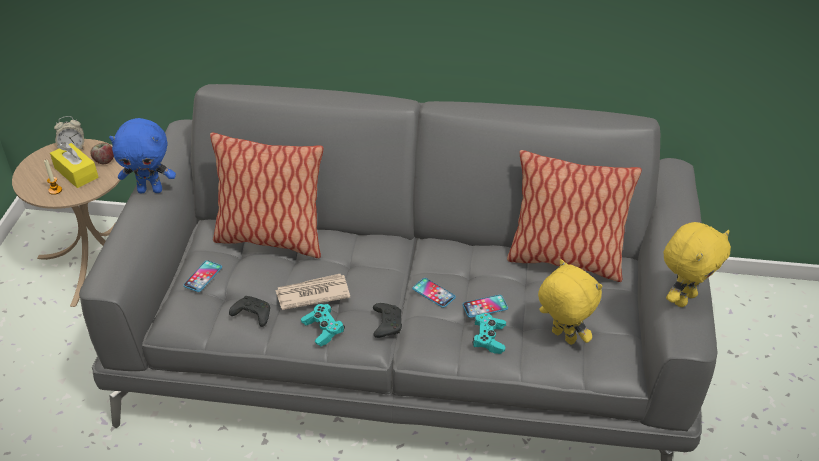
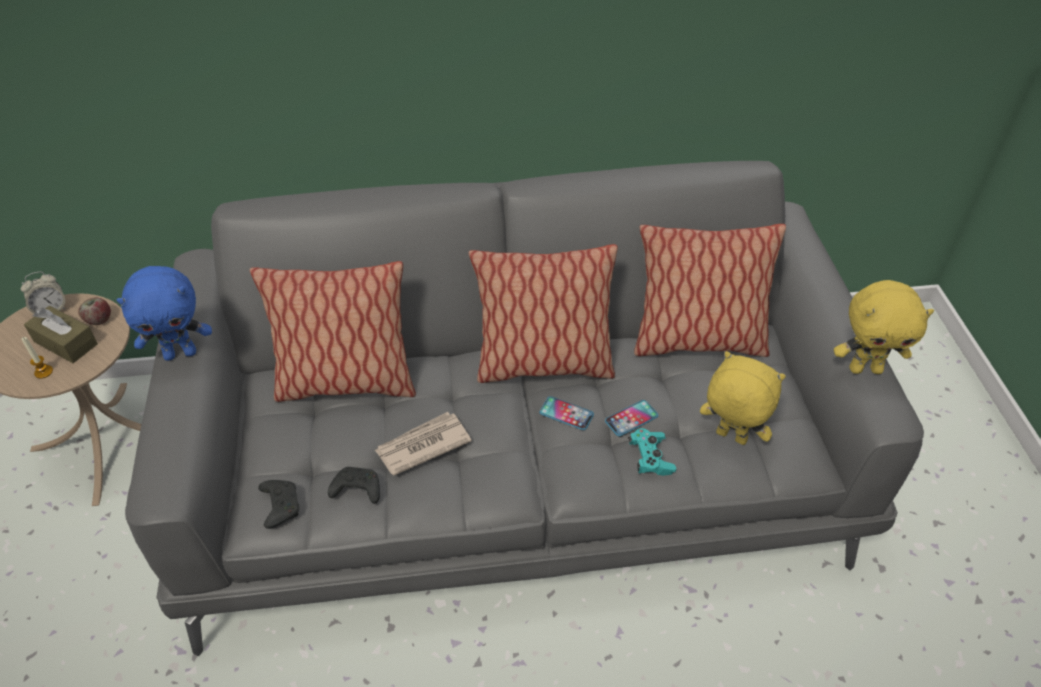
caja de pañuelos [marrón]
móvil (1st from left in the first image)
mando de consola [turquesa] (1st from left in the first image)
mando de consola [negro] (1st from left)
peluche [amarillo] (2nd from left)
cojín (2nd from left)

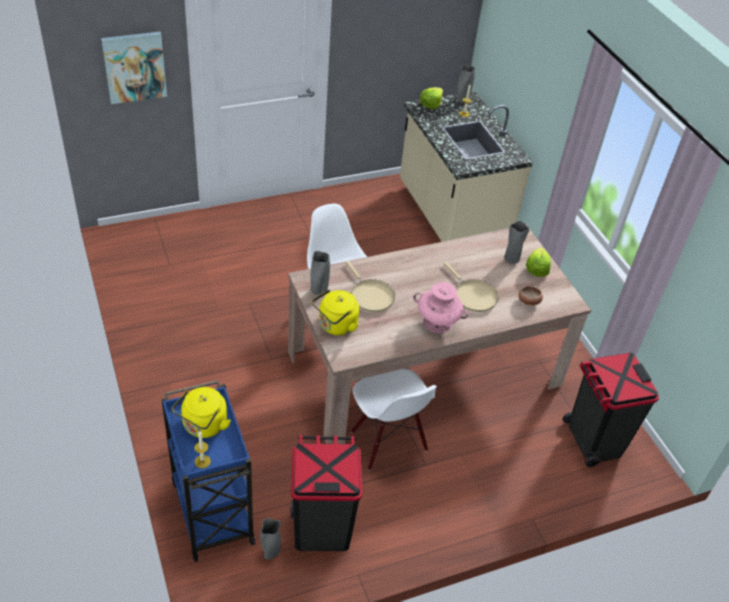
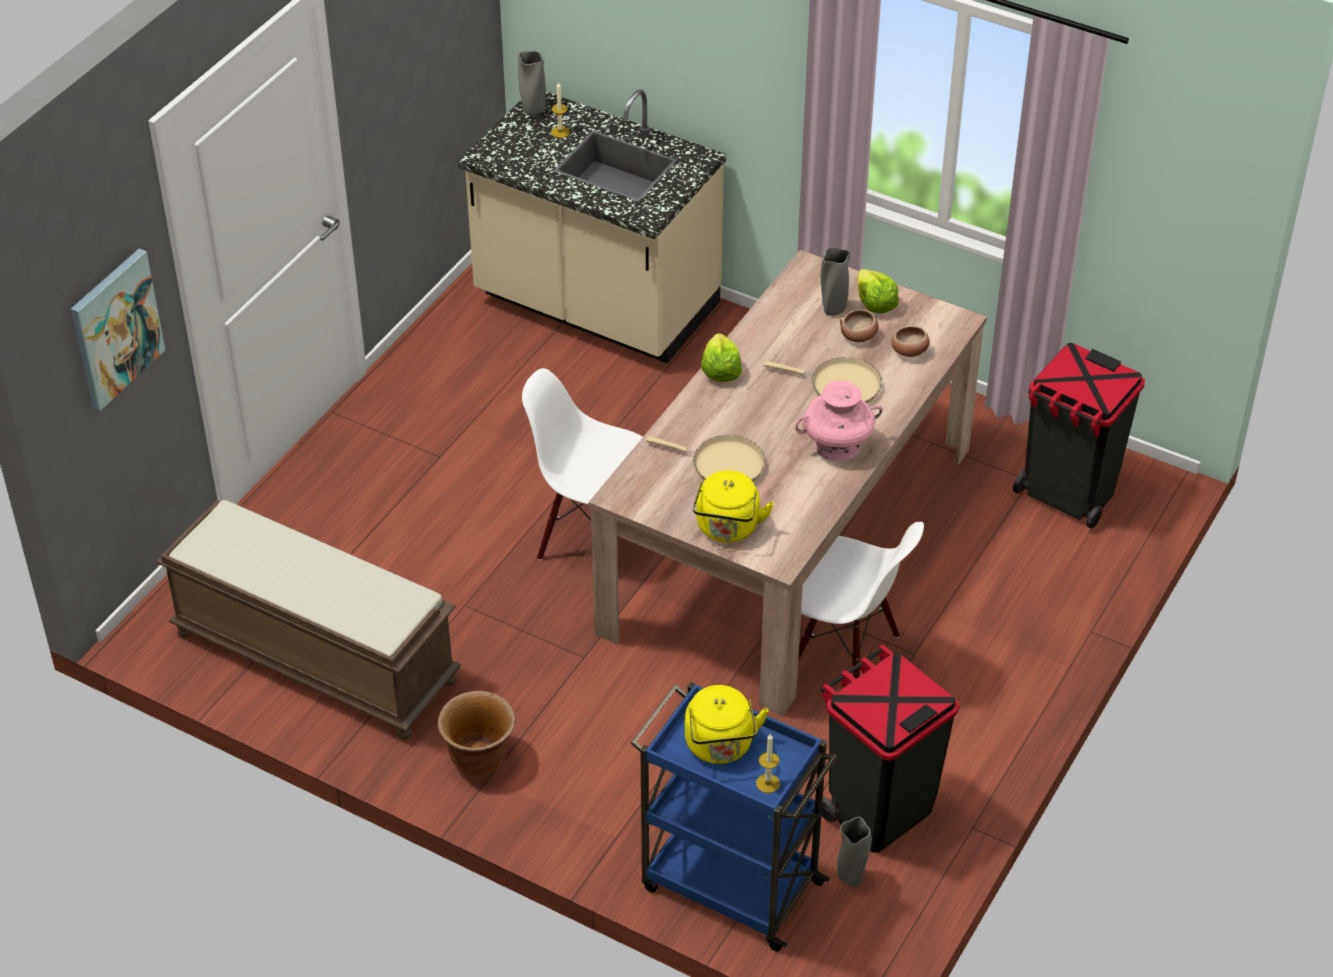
florero [gris] (2nd from left in the first image)
lechuga (1st from left)
banco [marrón]
maceta [marrón]
cuenco (1st from left)

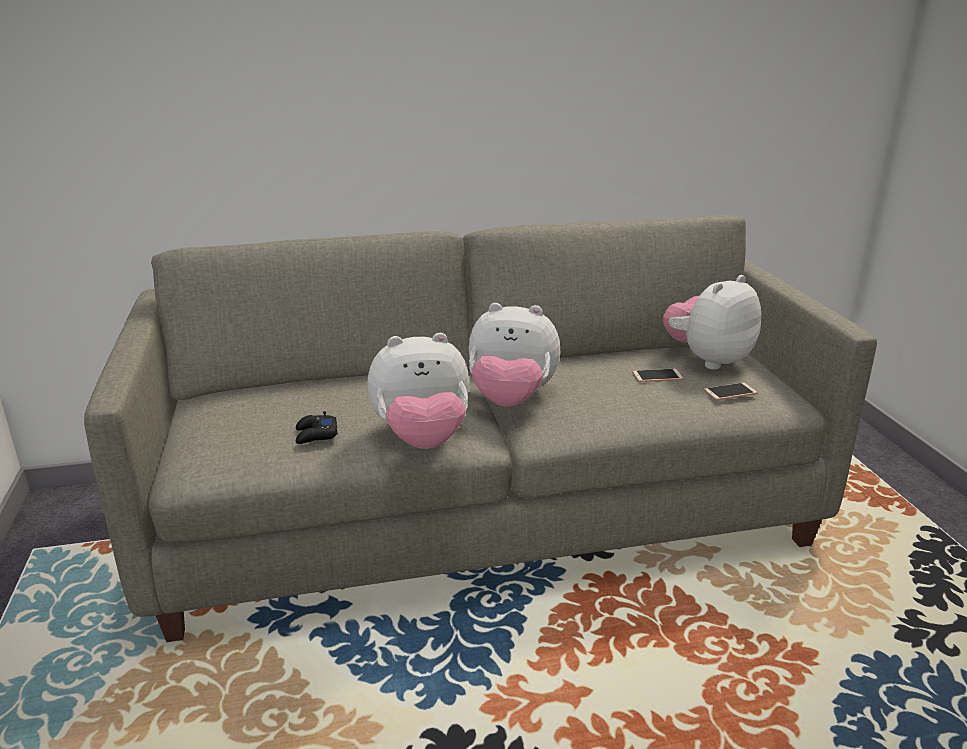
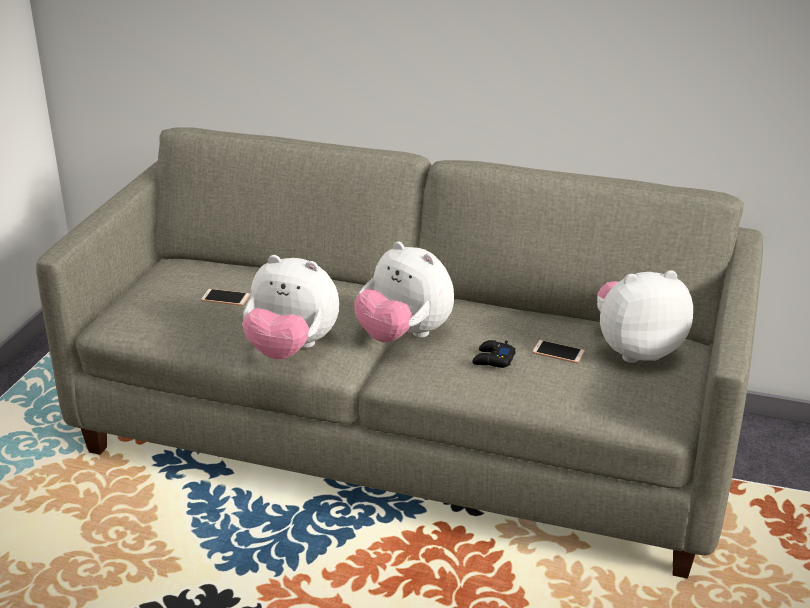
mando de consola [negro]
móvil (1st from left)

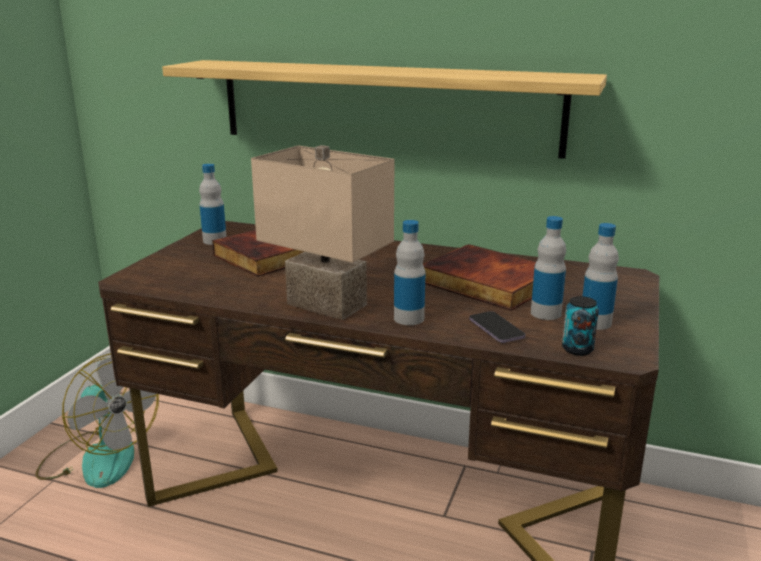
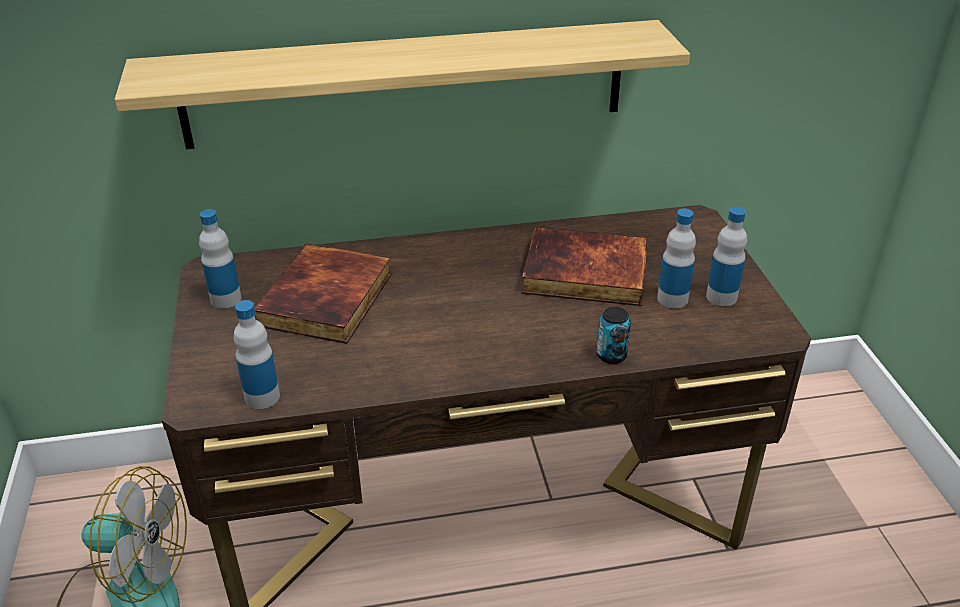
lámpara de mesa [beis]
botella (2nd from left)
móvil
lata

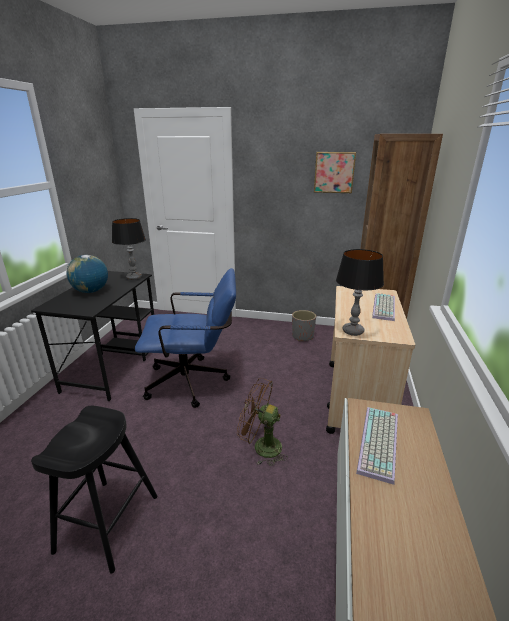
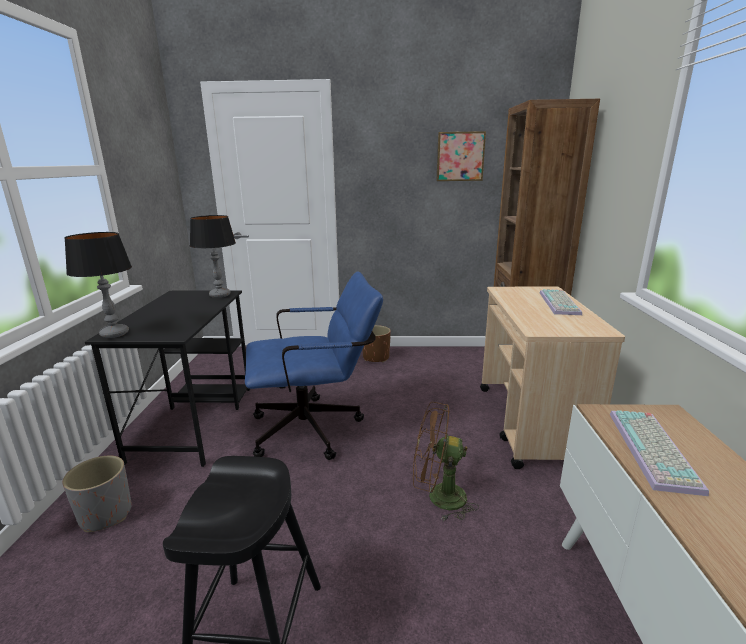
globo terráqueo
maceta [gris]
lámpara de mesa (1st from left)
maceta [marrón]

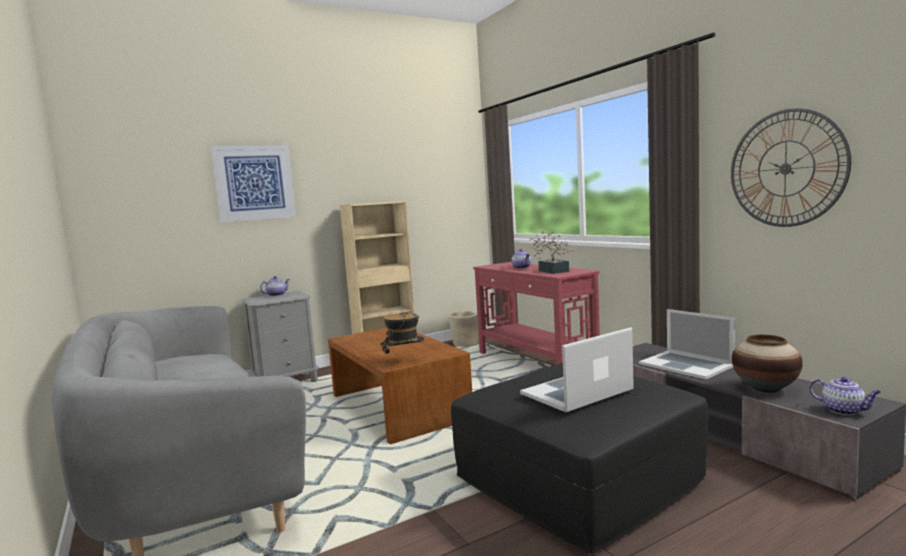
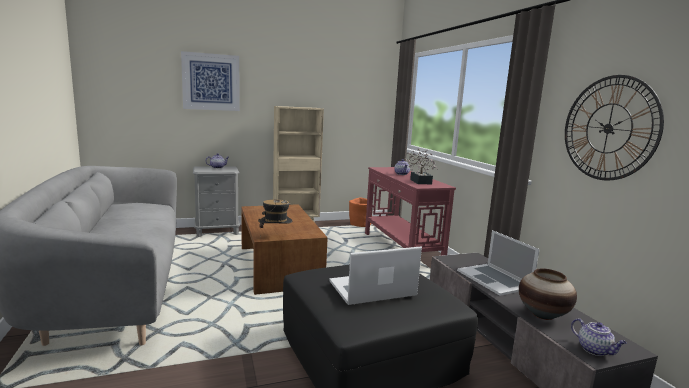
maceta [naranja]

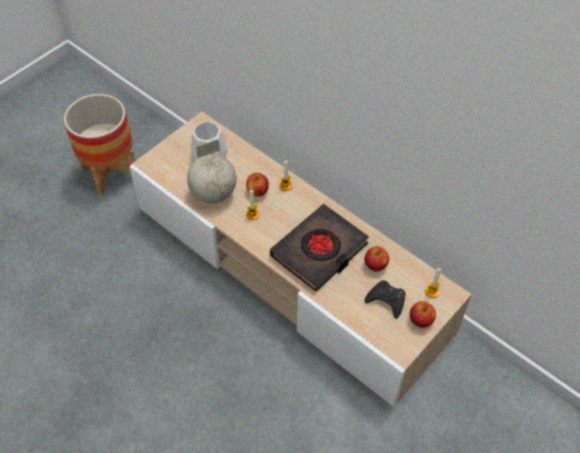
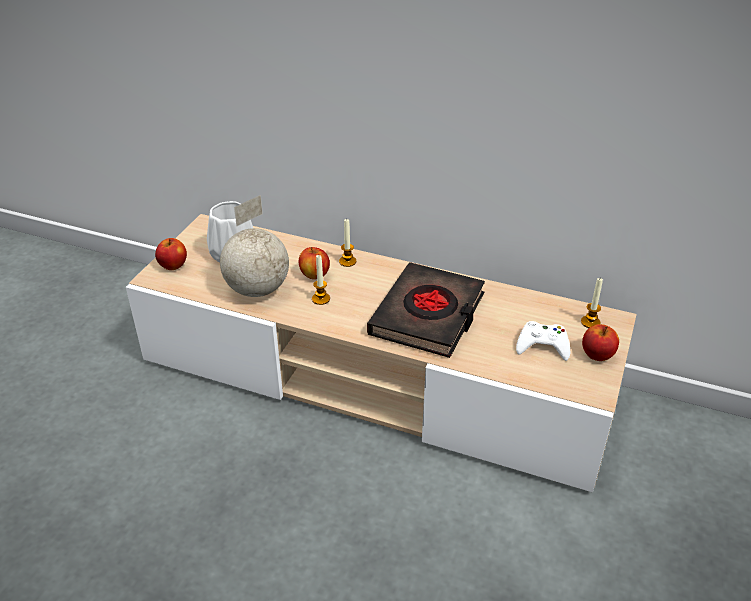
maceta
manzana (1st from left)
mando de consola [blanco]

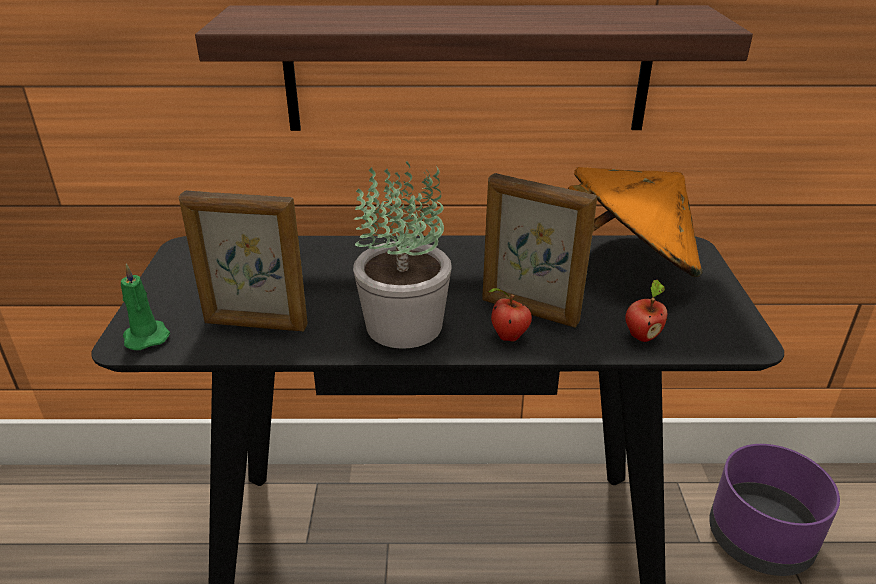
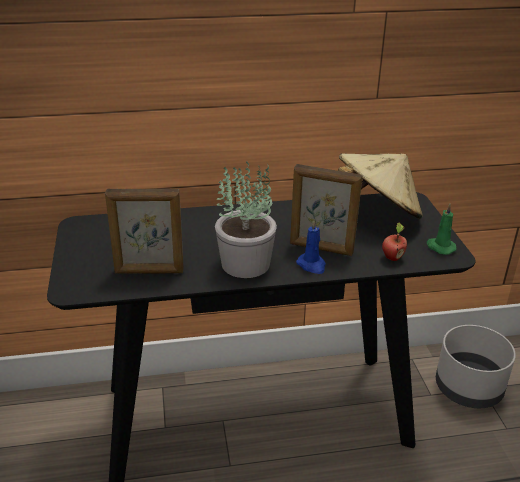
vela [verde]
estante
vela [azul]
sombrero [beis]
maceta [gris]

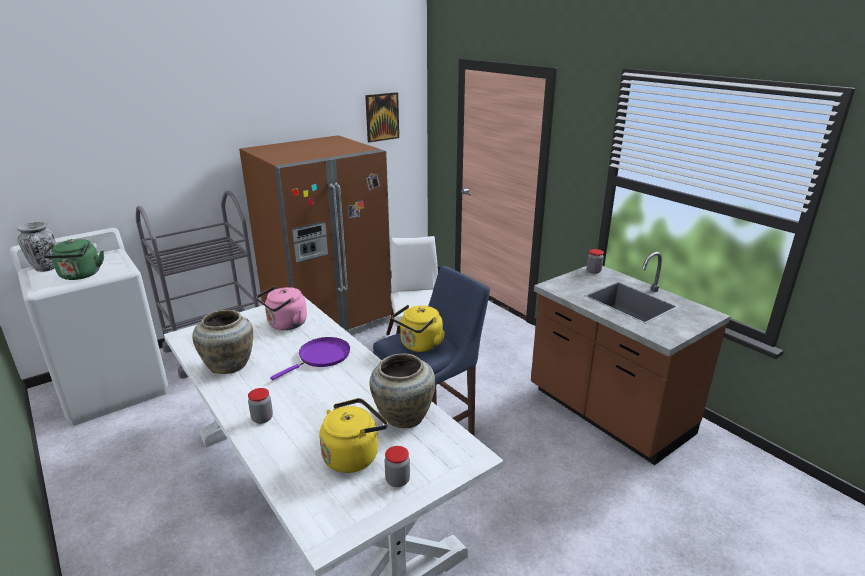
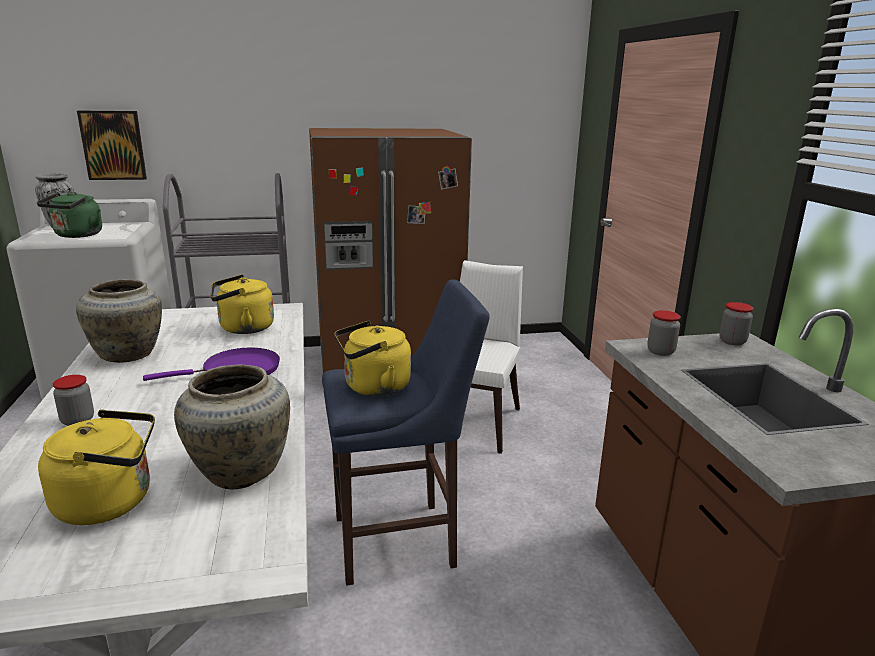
hervidor [amarillo] (2nd from left)
cuadro
tarro (2nd from left)

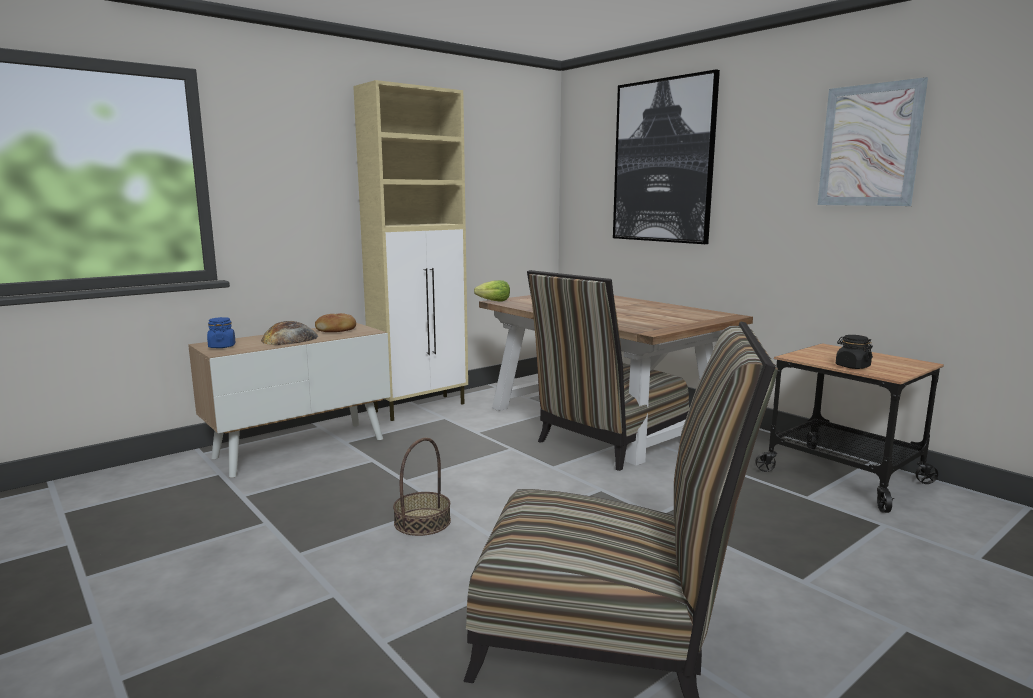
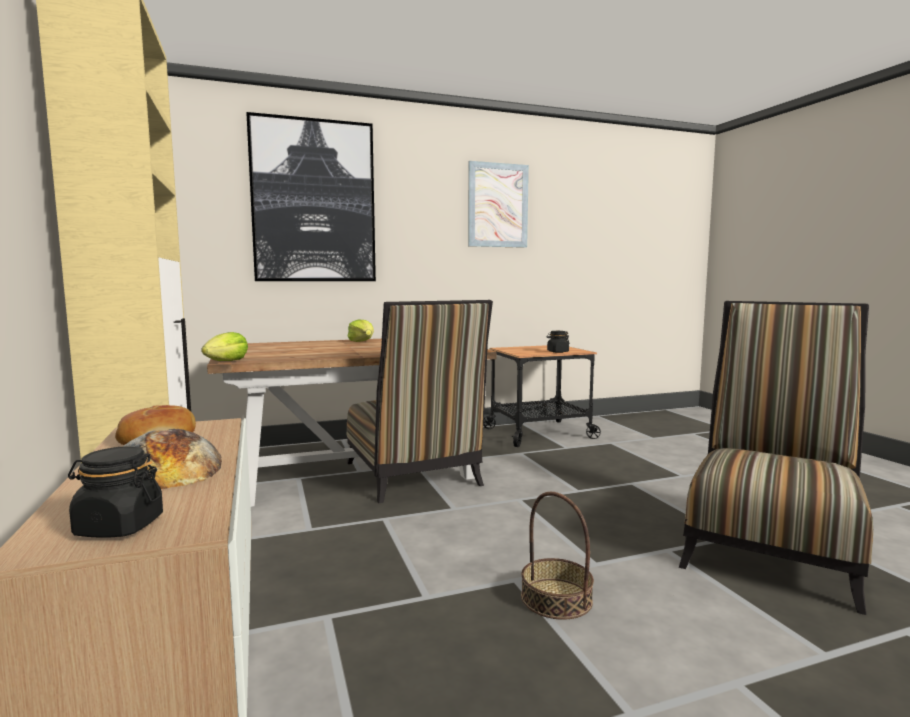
tarro [negro] (1st from left)
lechuga (2nd from left)

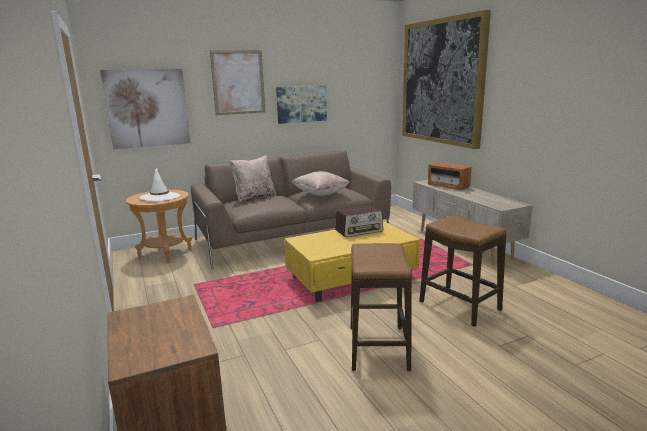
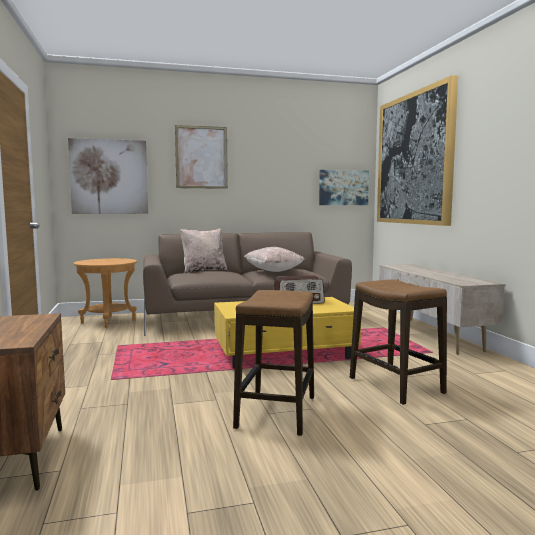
sombrero [blanco]
cuadro (3rd from left)
radio (2nd from left in the first image)

